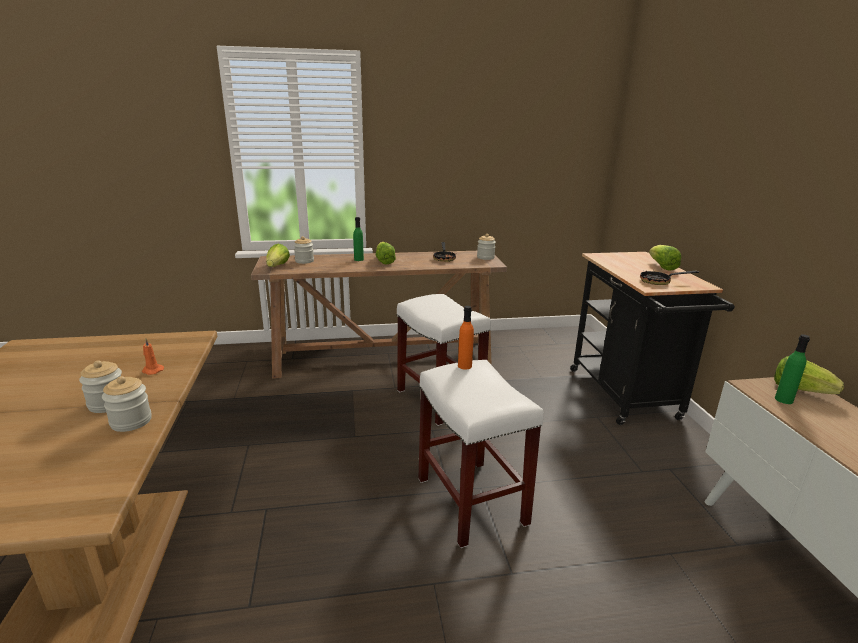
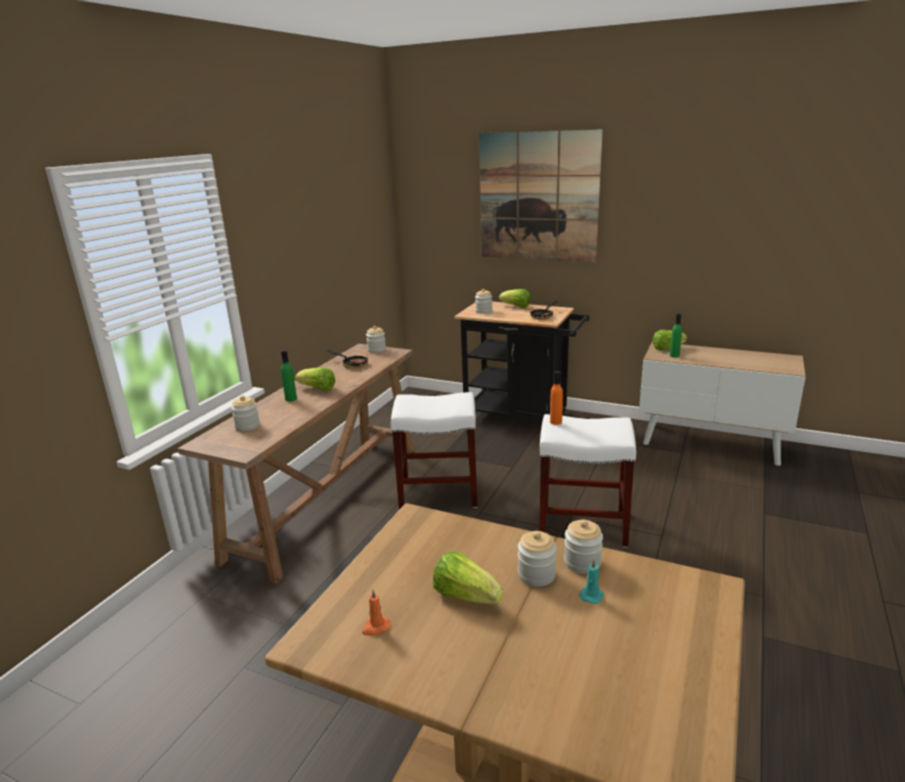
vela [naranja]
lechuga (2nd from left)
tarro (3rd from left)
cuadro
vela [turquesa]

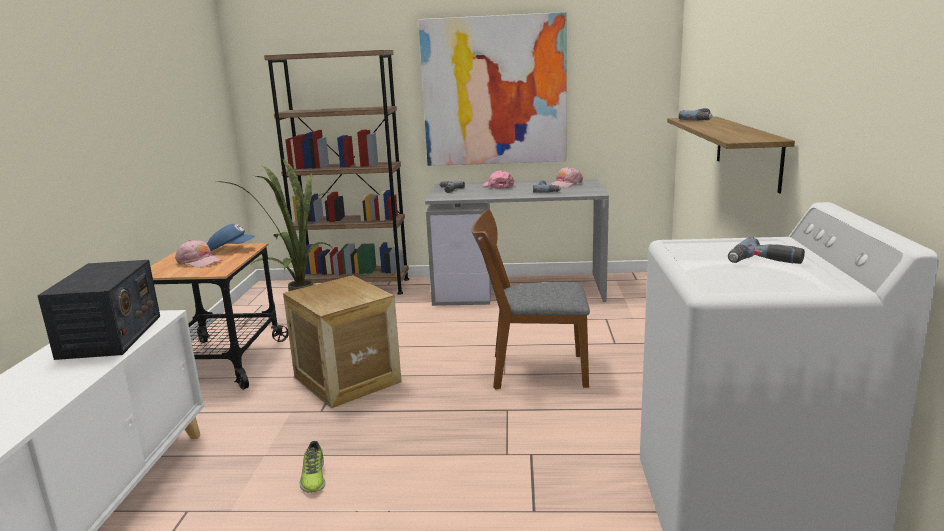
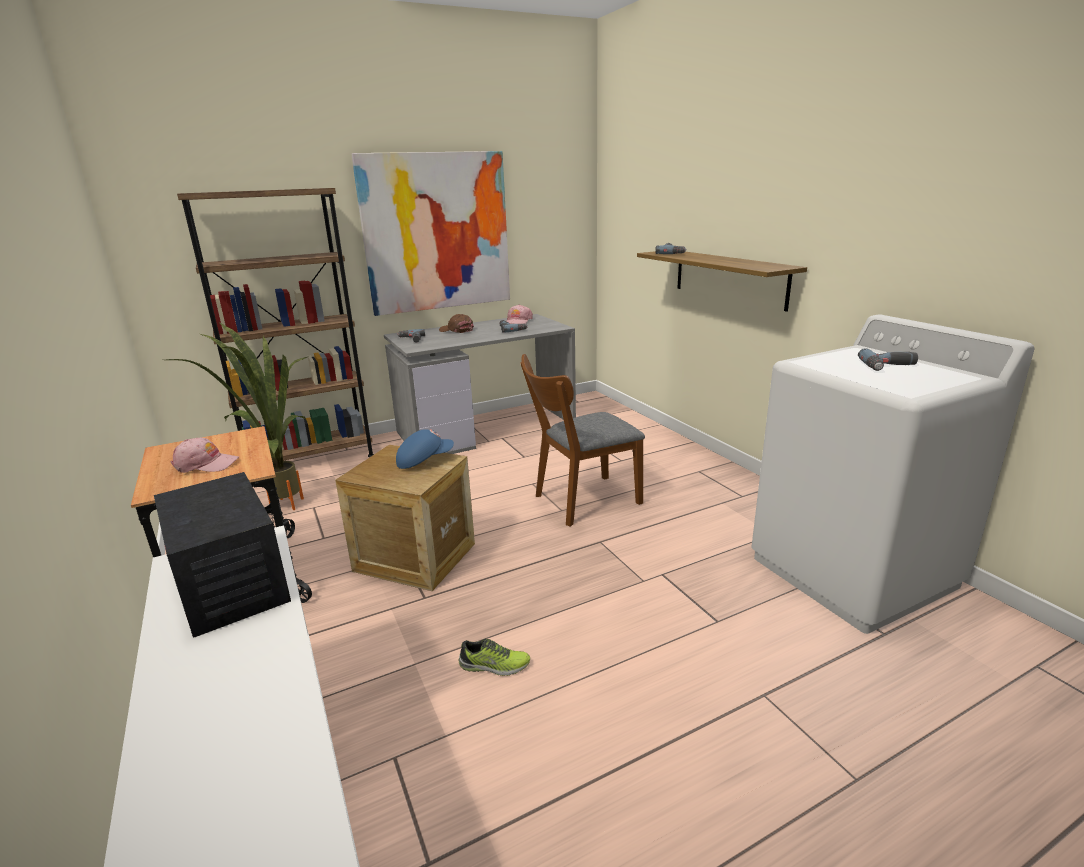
gorra [azul]
zapato
gorra [marrón]

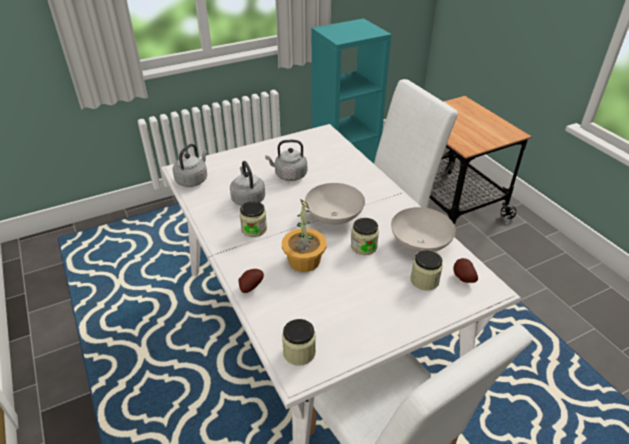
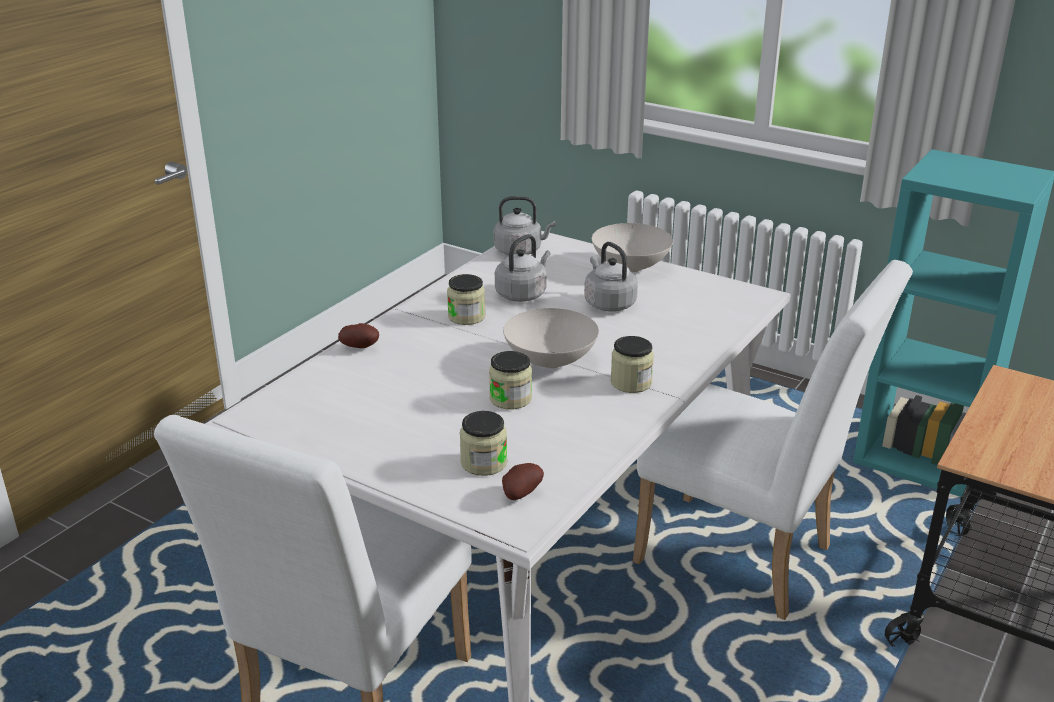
planta en maceta
tarro (4th from left)
cuenco [blanco] (2nd from left)

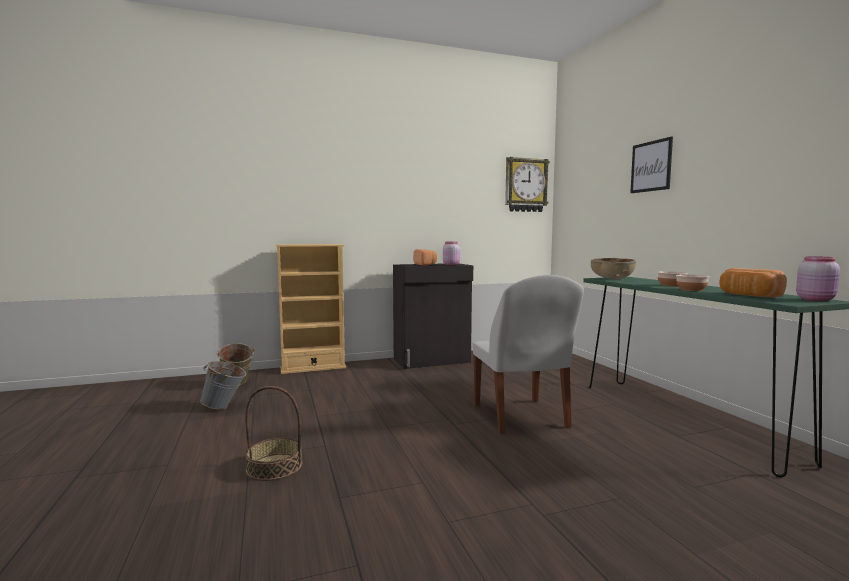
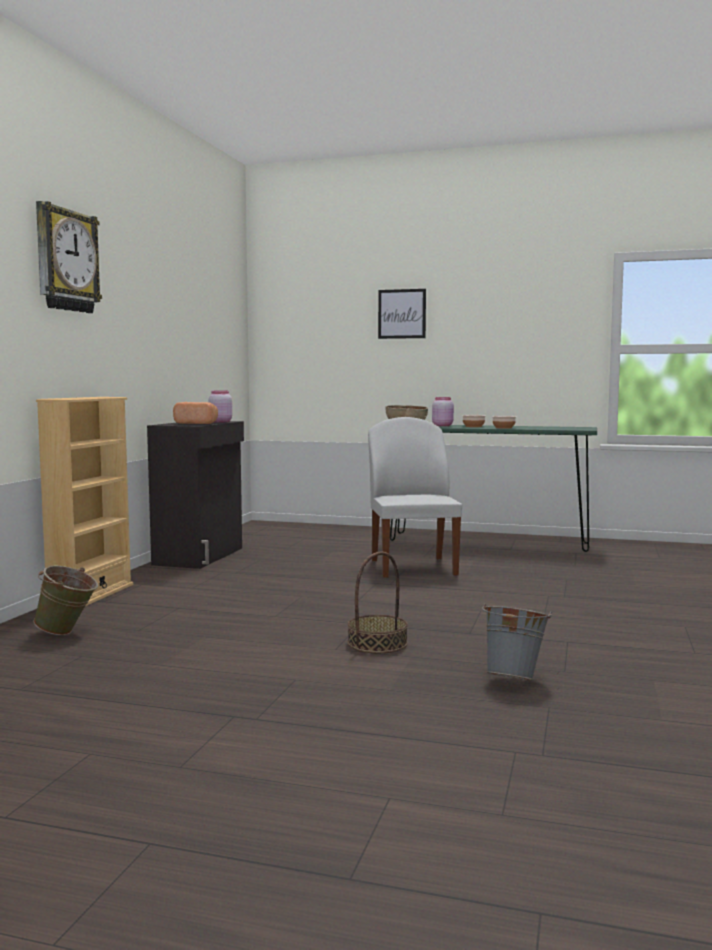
cubo [gris]
silla [blanco]
reloj de pared
pan (2nd from left in the first image)
tarro [rosa] (2nd from left)

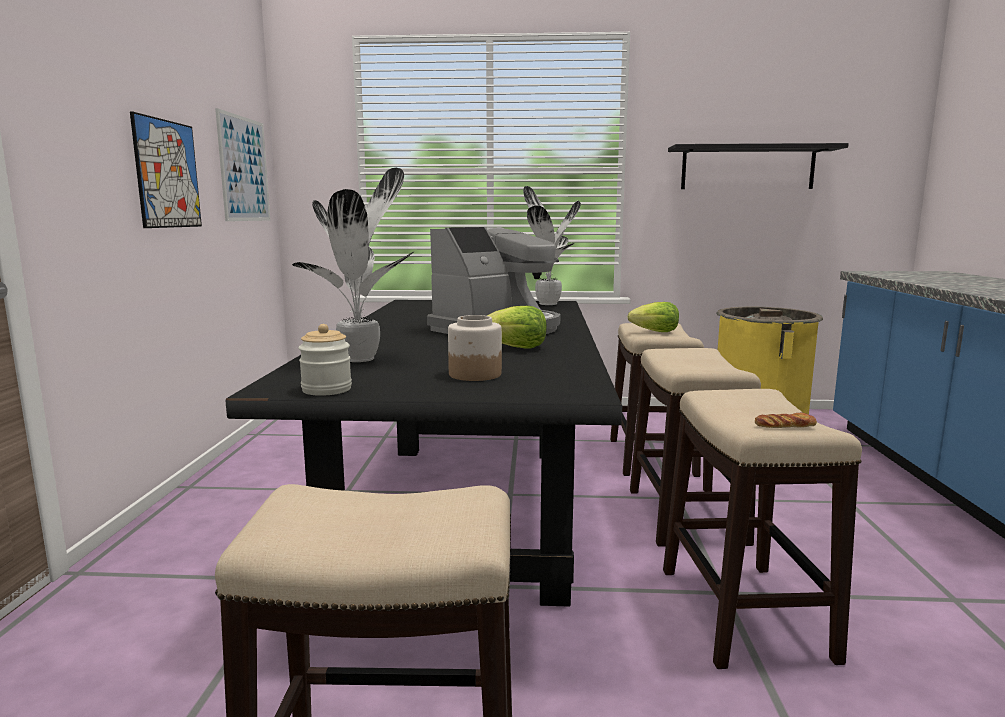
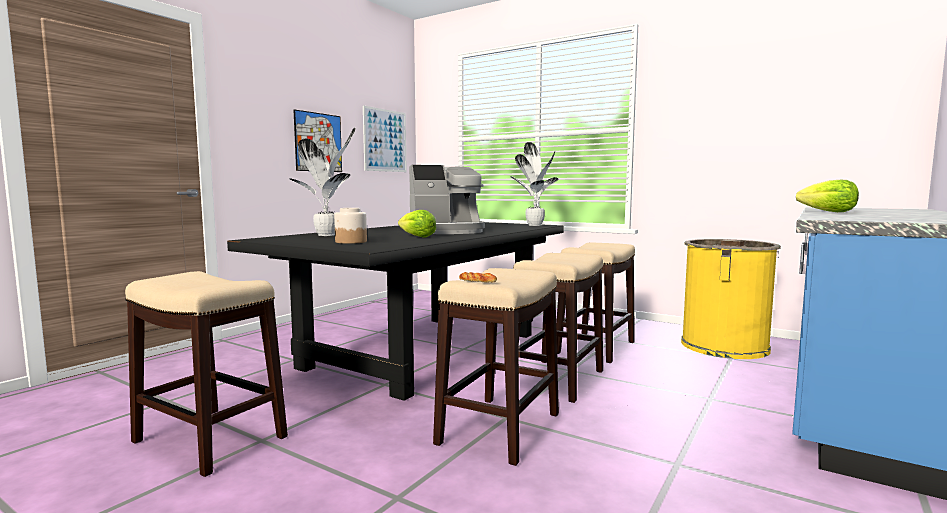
tarro (1st from left in the first image)
lechuga (2nd from left)
estante [negro]

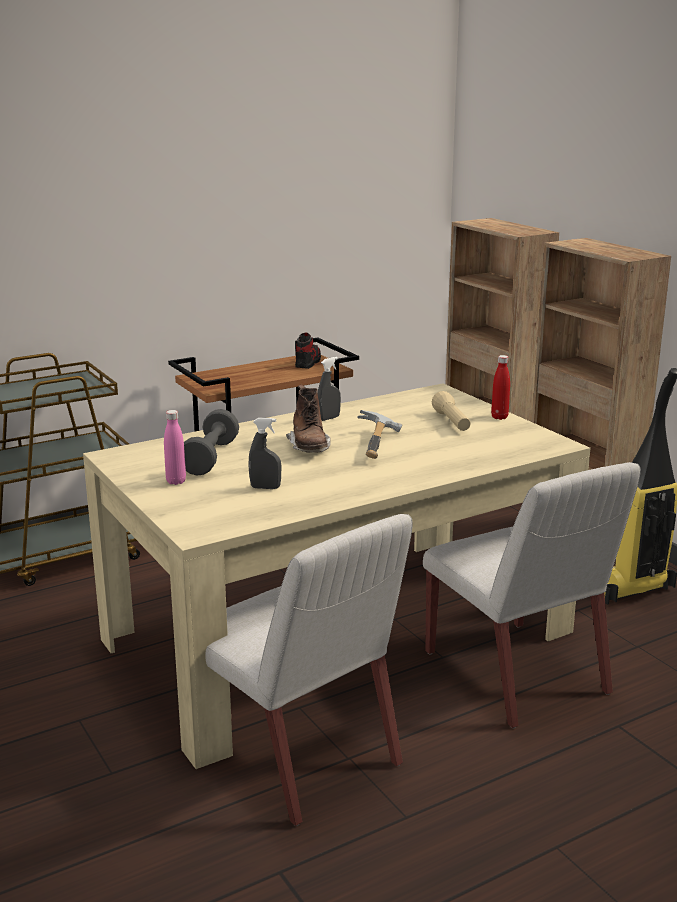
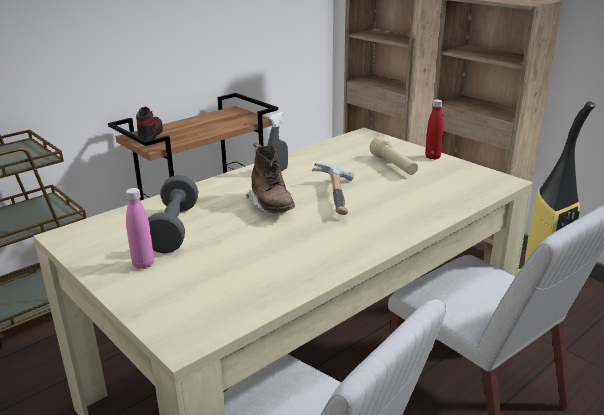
pulverizador [gris] (1st from left in the first image)
zapato

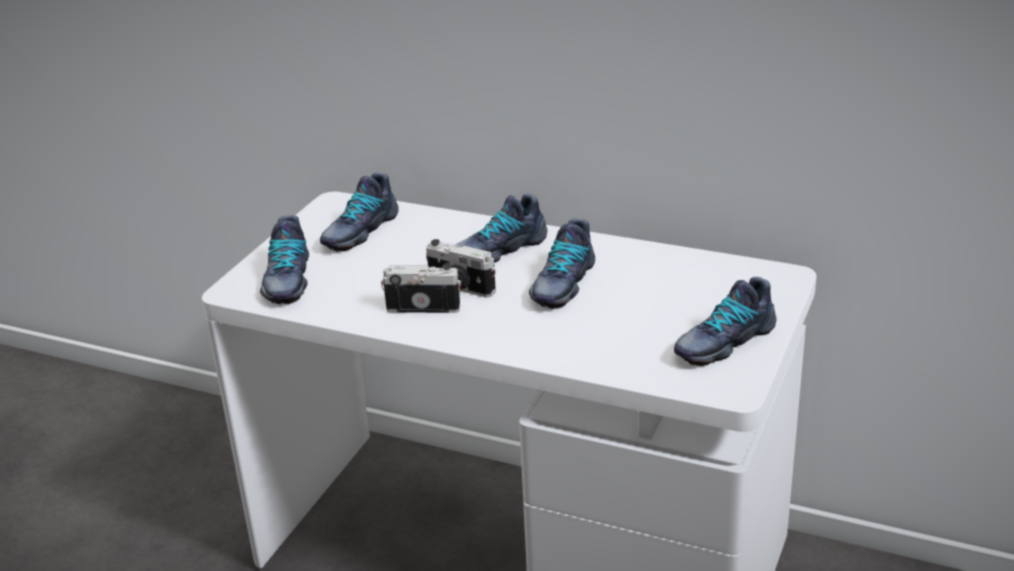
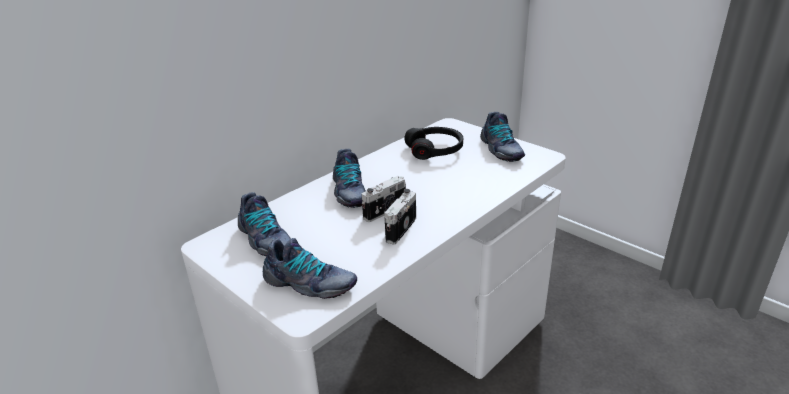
zapato (4th from left in the first image)
auriculares [negro]

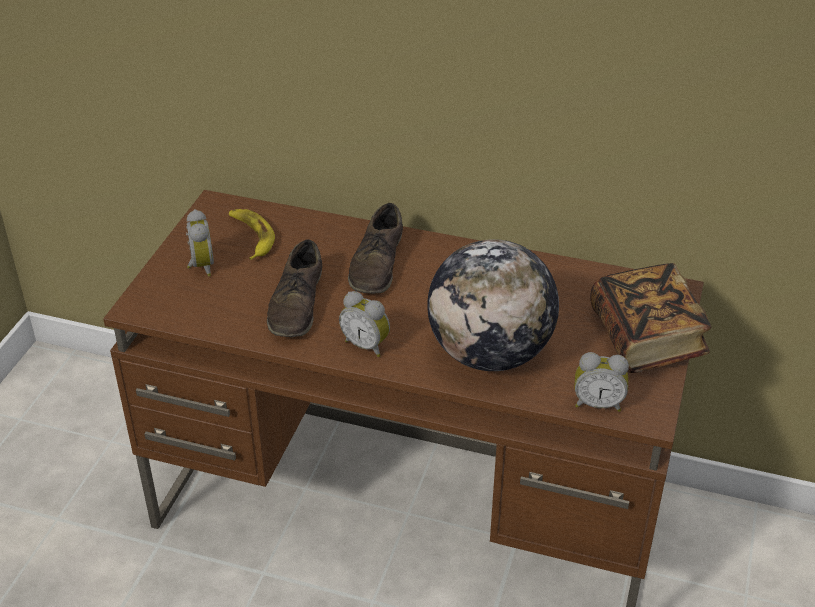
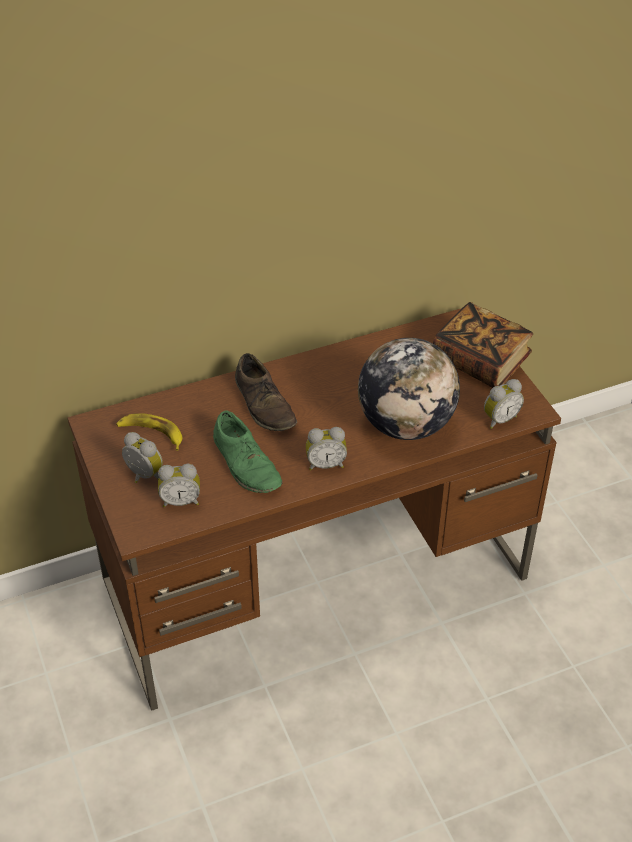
zapato [verde]
despertador (2nd from left)

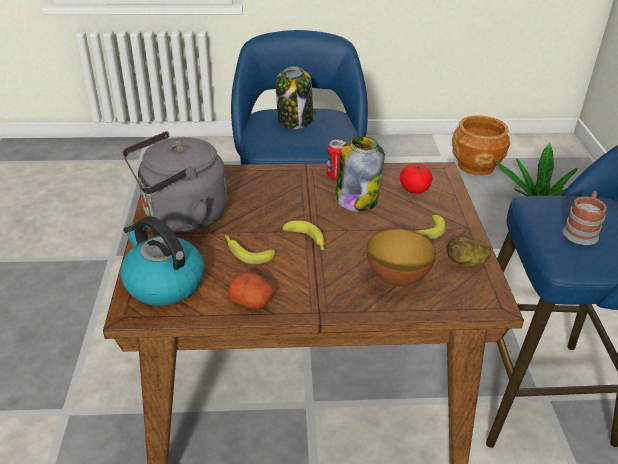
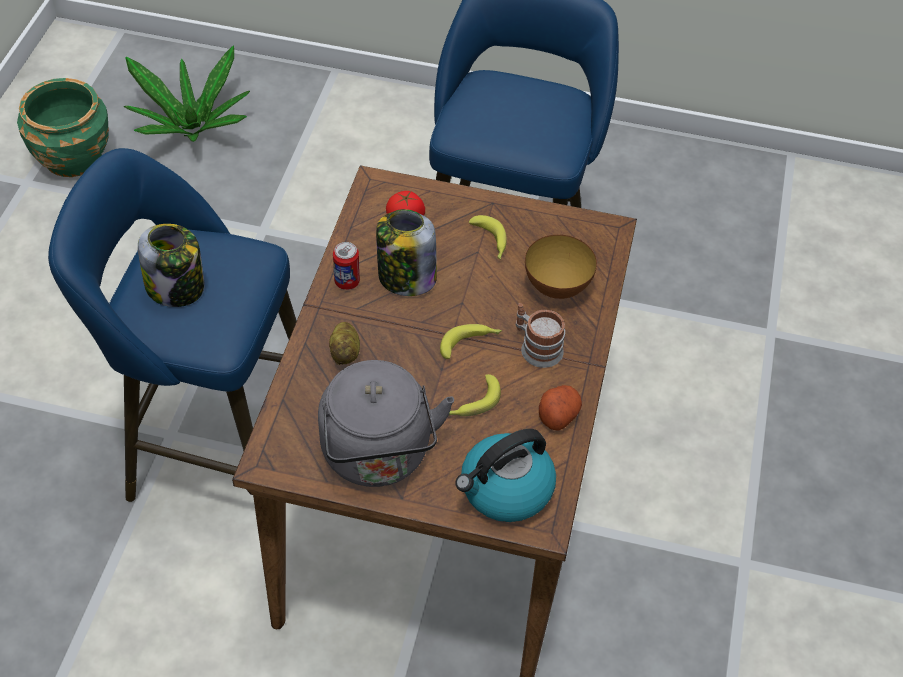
patata (1st from left)
maceta [verde]
taza grande

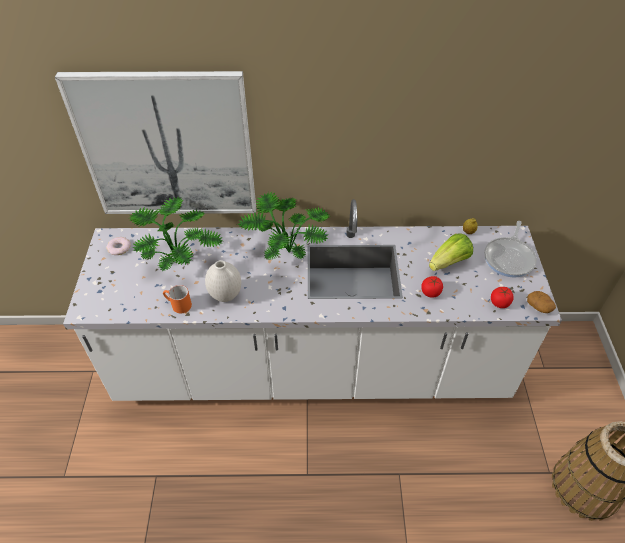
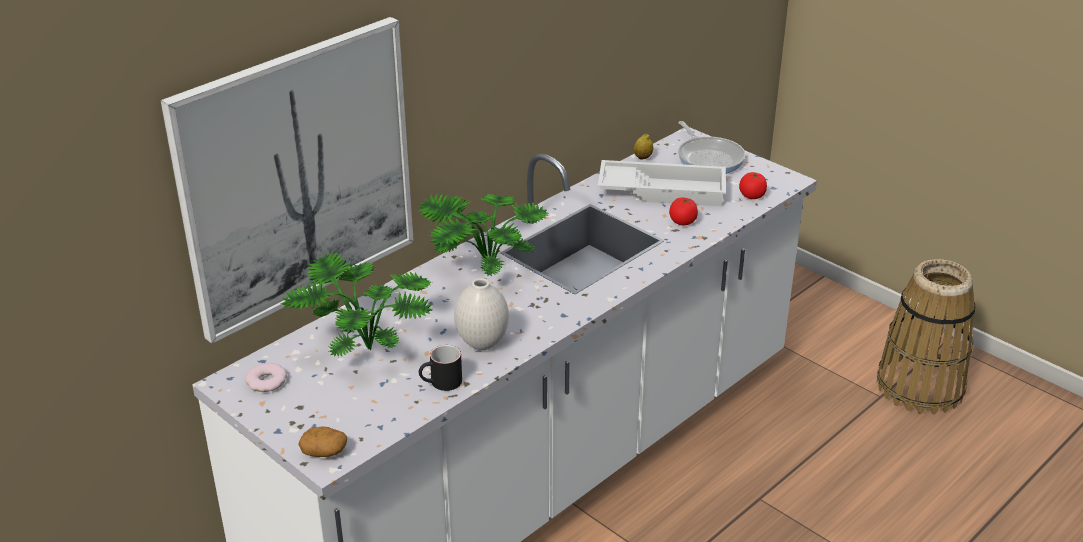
taza grande [negro]
bandeja [blanco]
patata

